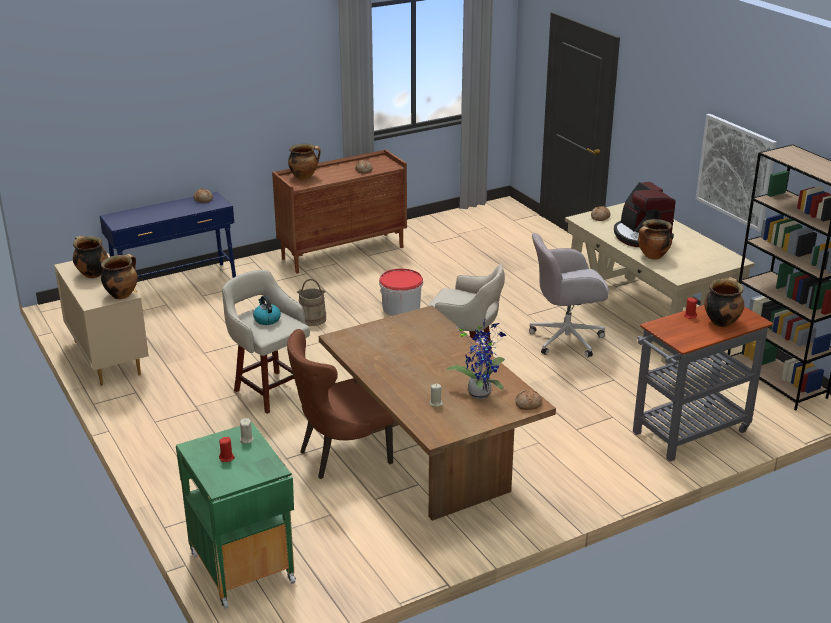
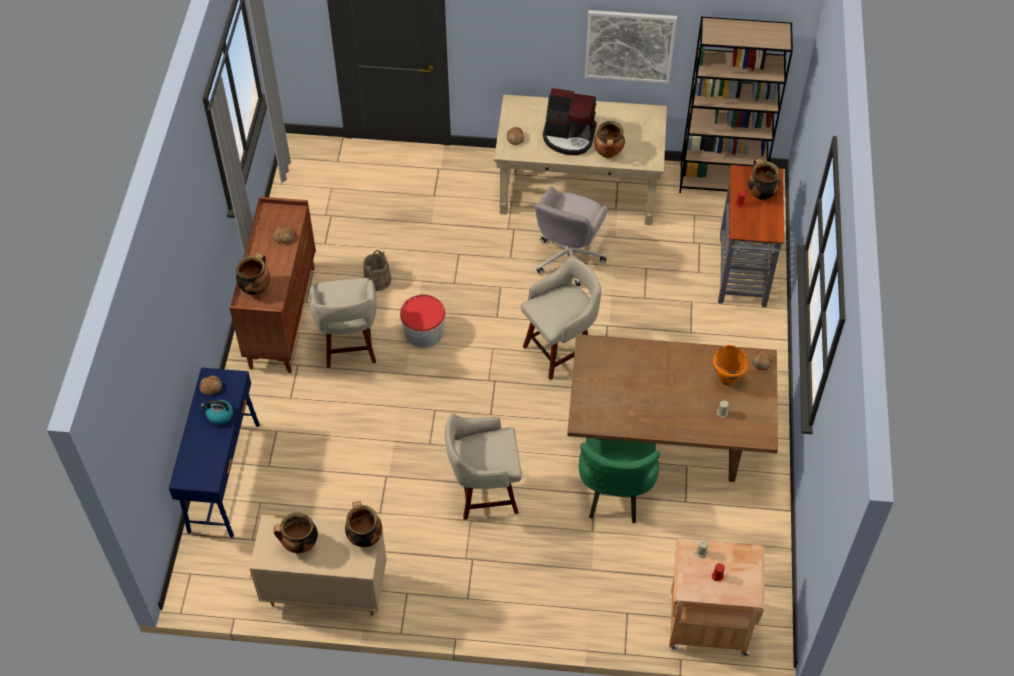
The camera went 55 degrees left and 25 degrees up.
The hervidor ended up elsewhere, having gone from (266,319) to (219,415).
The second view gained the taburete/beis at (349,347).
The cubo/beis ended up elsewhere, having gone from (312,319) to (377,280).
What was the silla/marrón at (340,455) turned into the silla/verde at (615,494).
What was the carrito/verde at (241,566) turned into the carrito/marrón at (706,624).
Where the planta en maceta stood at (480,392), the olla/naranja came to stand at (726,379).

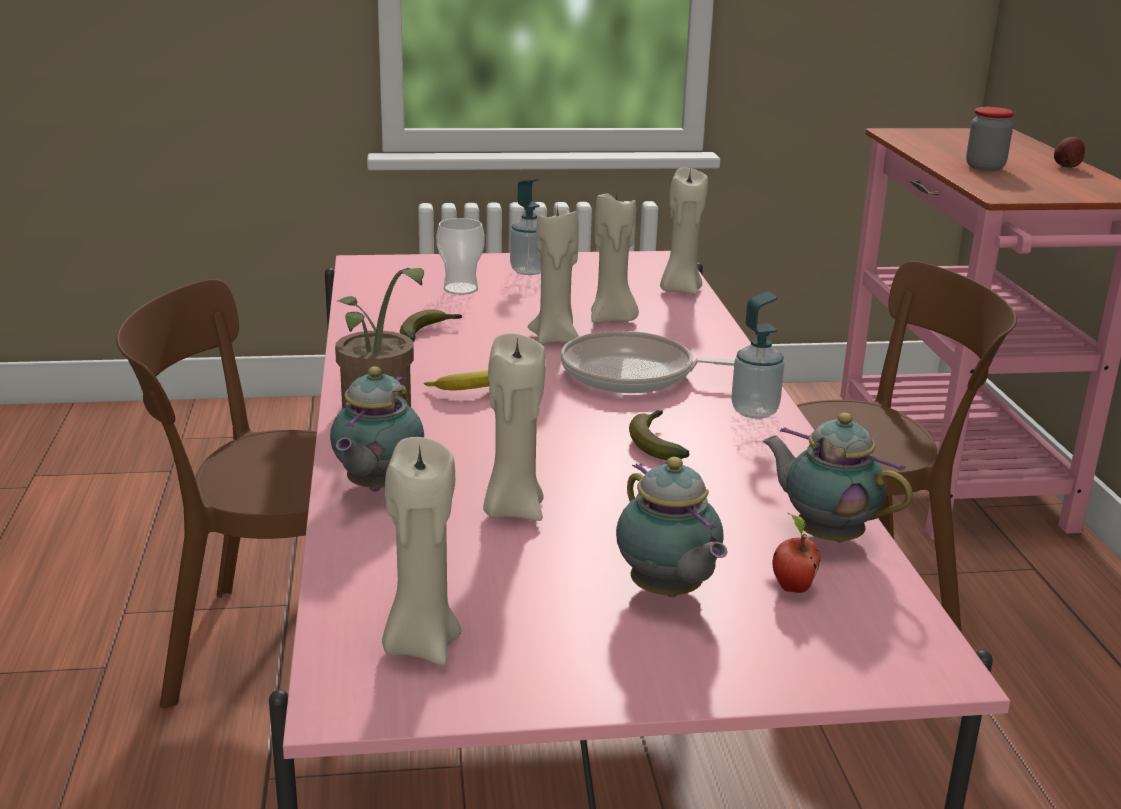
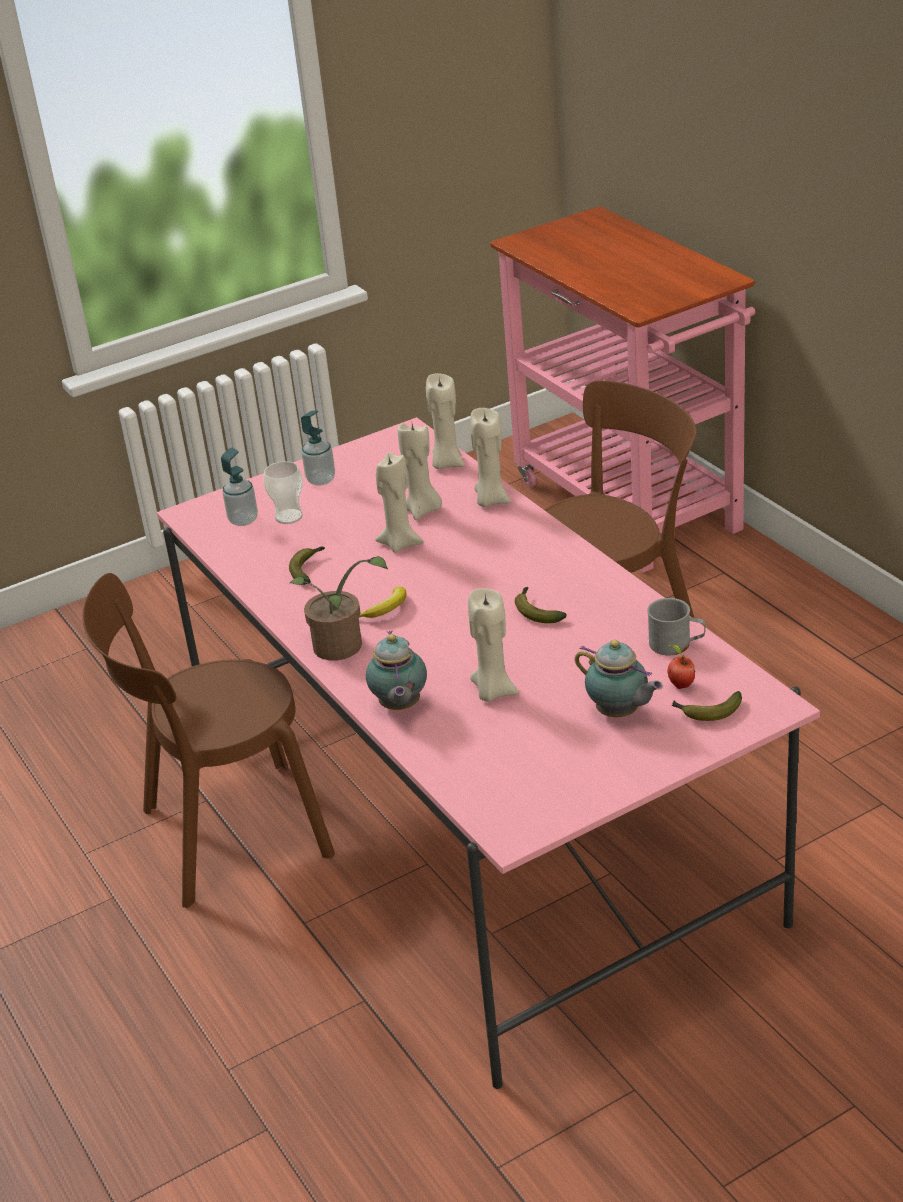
The camera went 20 degrees left and 10 degrees up.
The dispensador de jabón ended up elsewhere, having gone from (754,411) to (243,520).
The vela/beis ended up elsewhere, having gone from (420,644) to (491,500).
Where the tetera stood at (825,535), the taza grande/gris came to stand at (676,644).
The second view gained the plátano at (707,712).
The second view lost the sartén at (636,374).
The second view lost the tarro at (985,167).
The second view lost the manzana at (1066,167).

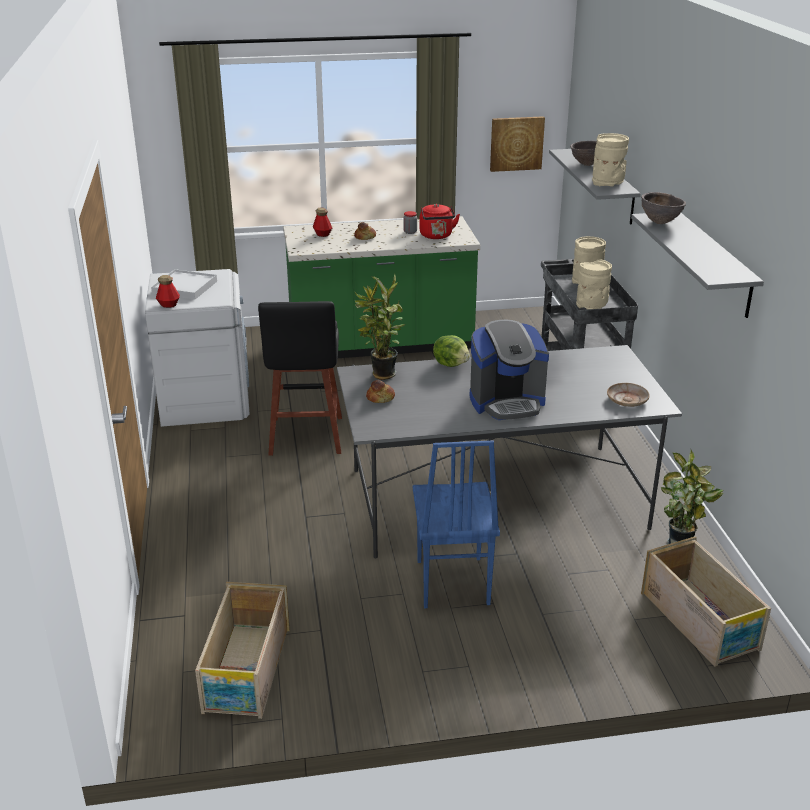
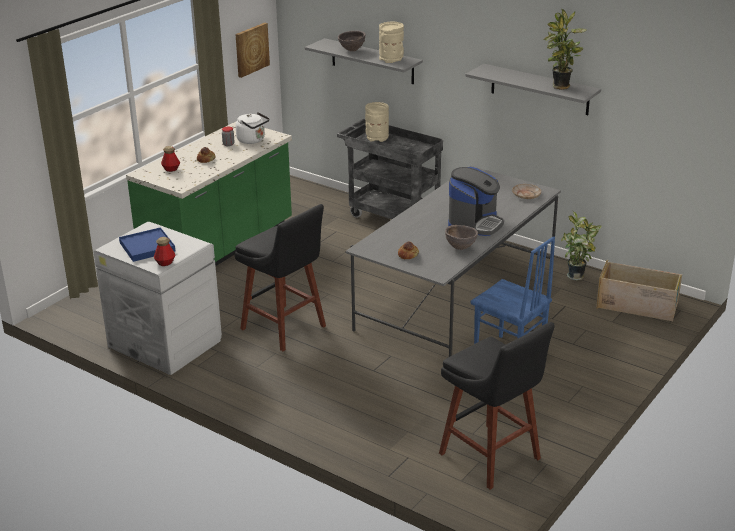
The camera went 45 degrees left and 0 degrees up.
What was the bandeja/blanco at (185,287) turned into the bandeja/azul at (147,247).
What was the hervidor/rojo at (436,236) turned into the hervidor/blanco at (252,140).
Where the caja de embalaje stood at (246,670), the taburete/negro came to stand at (491,457).
The cuenco/marrón ended up elsewhere, having gone from (660,223) to (460,248).
The planta en maceta ended up elsewhere, having gone from (381,375) to (560,87).
The second view lost the lechuga at (451,364).
The second view lost the florero/beis at (591,306).

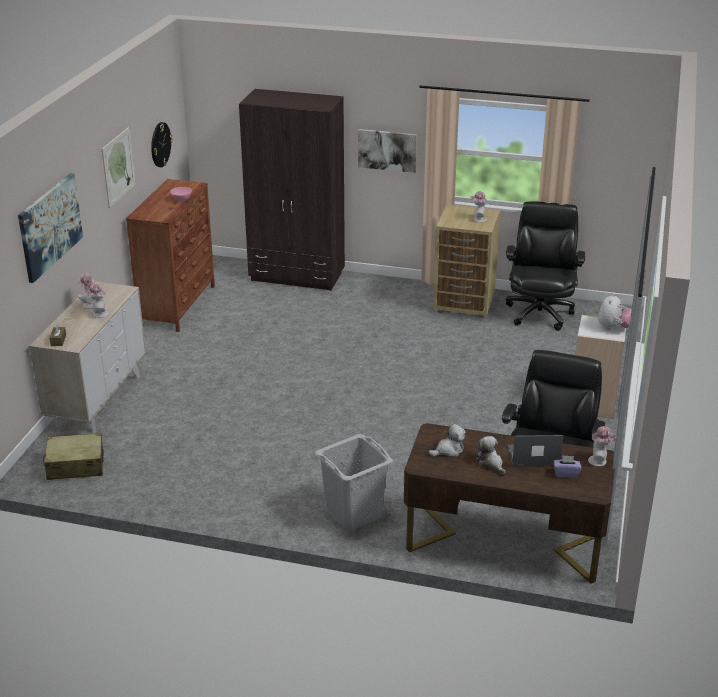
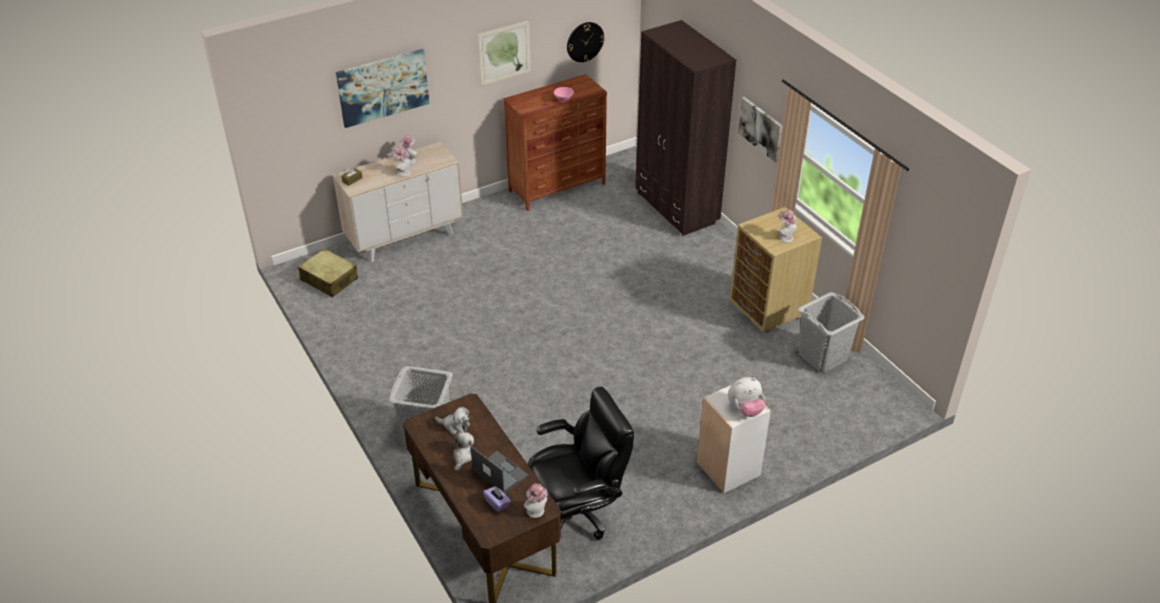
The camera went 45 degrees right and 10 degrees up.
Where the silla de oficina/negro stood at (540,312), the cesto de la ropa/gris came to stand at (823,357).

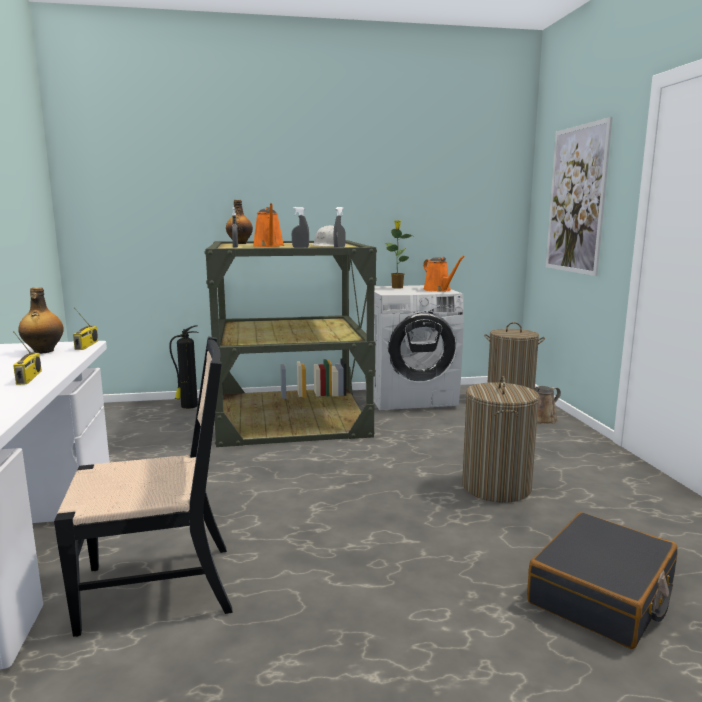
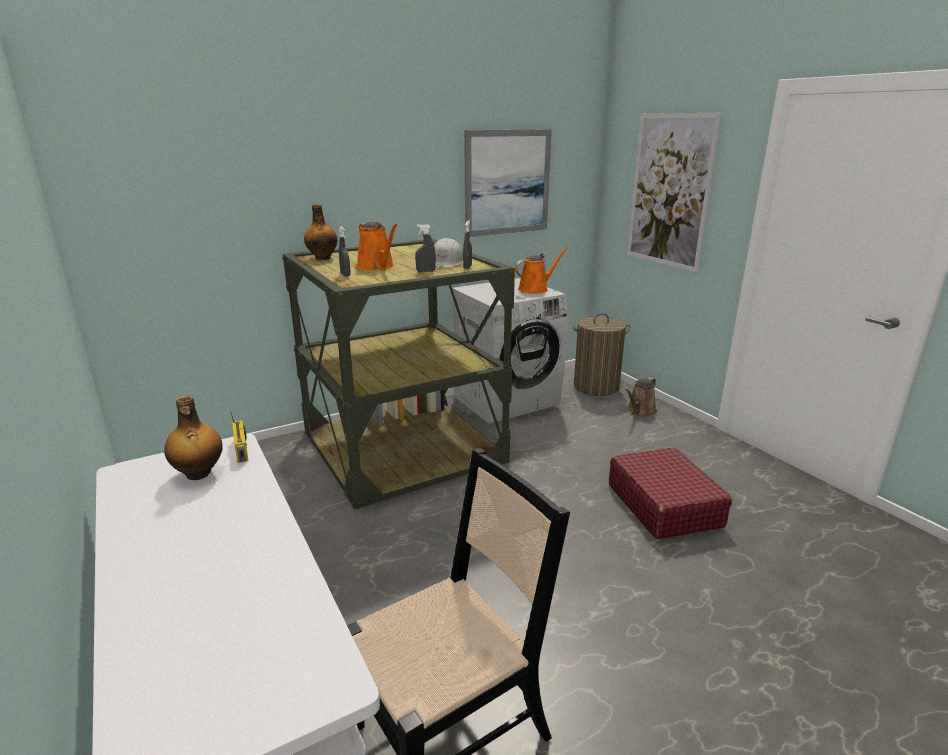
The camera went 20 degrees left and 10 degrees up.
The second view gained the cuadro at (507,182).
The regadera/naranja at (439,290) ended up facing another way, 75 degrees counterclockwise from before.
Where the cesto de la ropa stood at (496,487), the maleta/rojo came to stand at (663,505).
The second view lost the radio at (29,378).
The second view lost the extintor at (188,406).
The second view lost the planta en maceta at (397,287).
The second view lost the maleta/negro at (602,594).

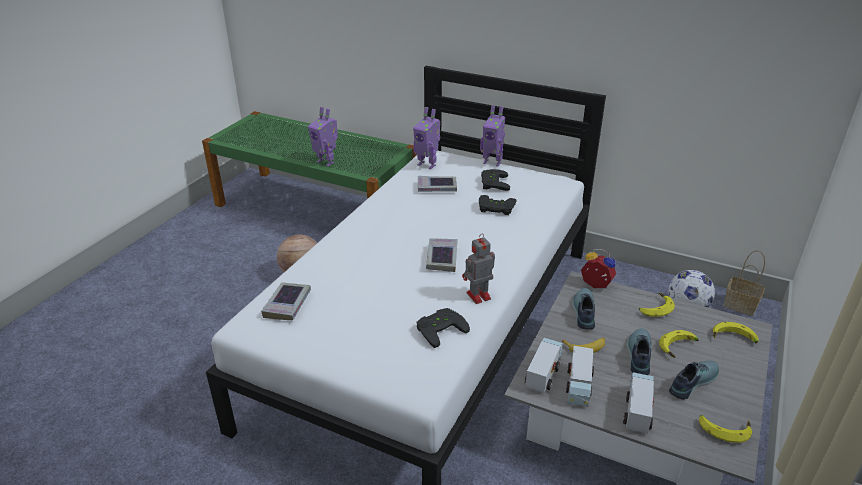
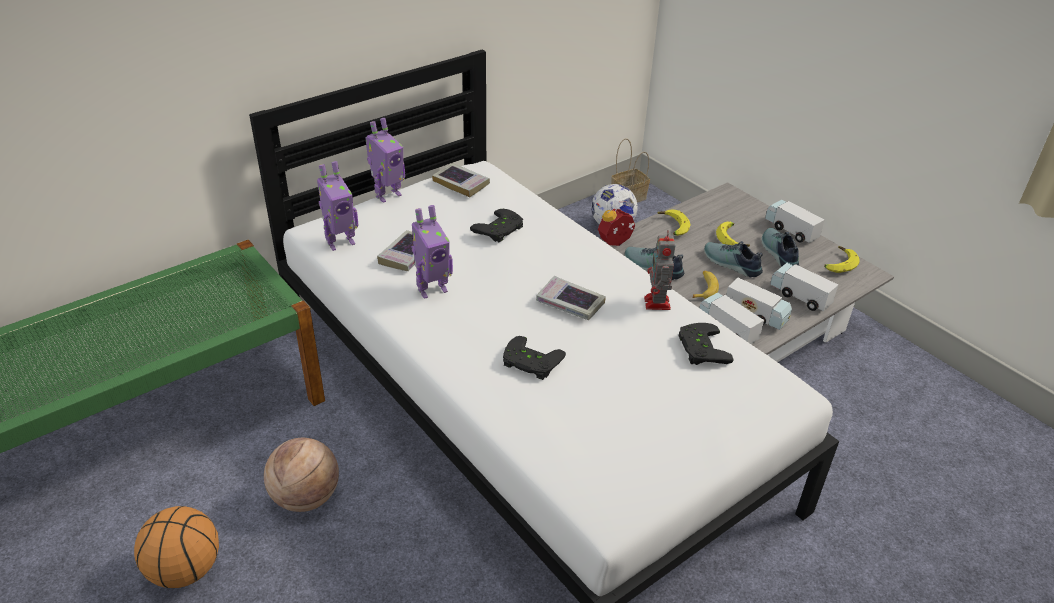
The camera went 65 degrees left and 5 degrees up.
The second view gained the balón de baloncesto at (185,569).
The robot de juguete ended up elsewhere, having gone from (326,162) to (432,289).
The libro ended up elsewhere, having gone from (287,304) to (461,183).
The mando de consola/negro ended up elsewhere, having gone from (492,183) to (530,363).
The second view gained the camión de juguete at (791,230).
The second view lost the plátano at (733,339).

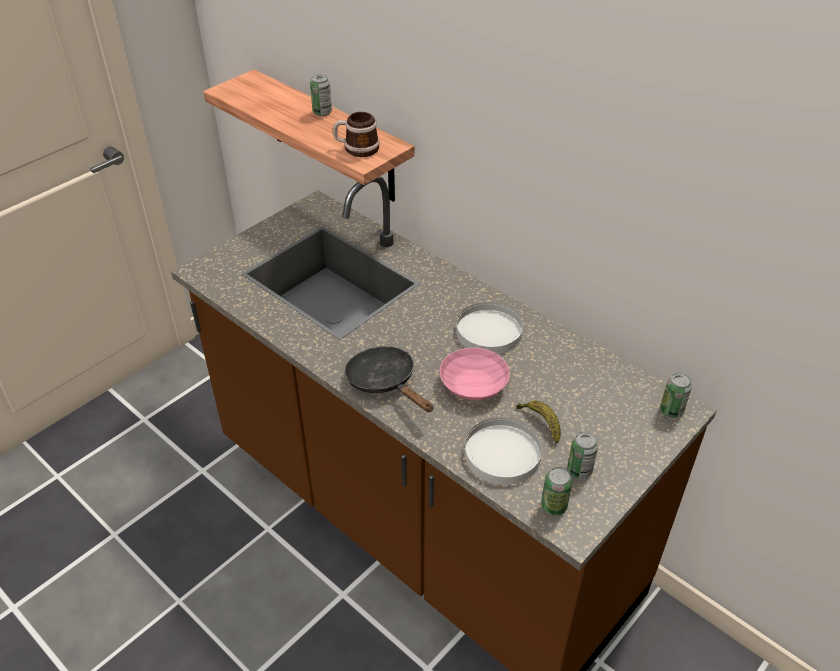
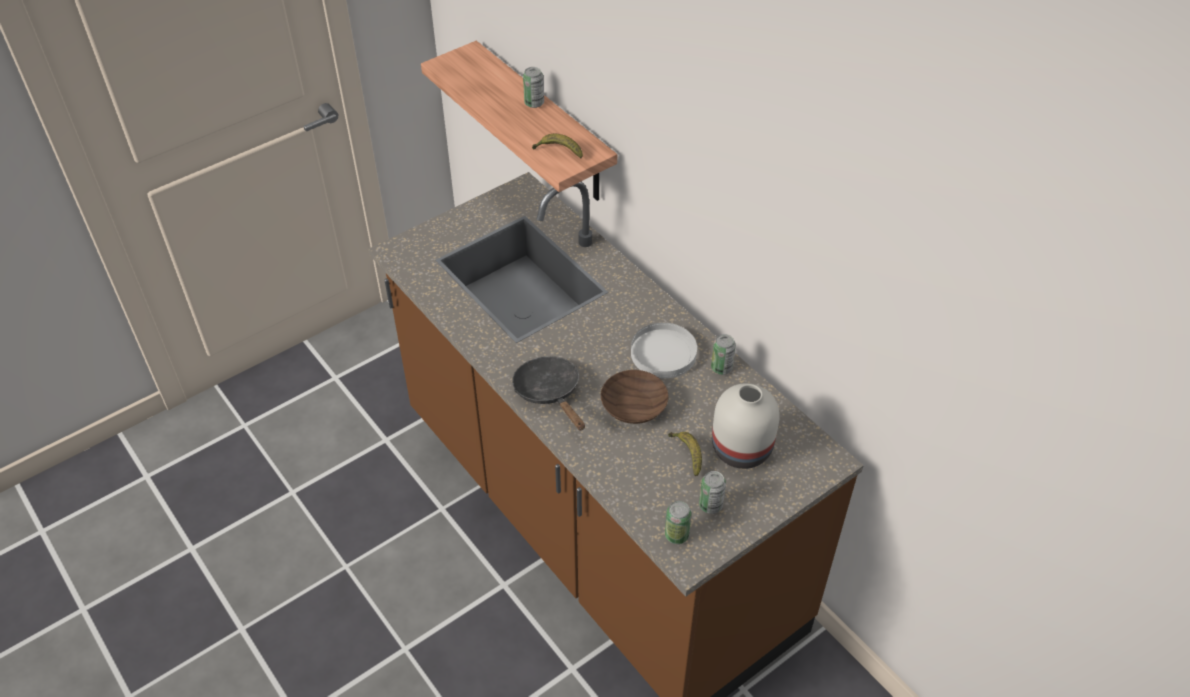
The camera went 10 degrees right and 5 degrees up.
Where the taza grande stood at (356,148), the plátano came to stand at (558,151).
What was the cuenco/rosa at (472,384) turned into the cuenco/marrón at (632,406).
The lata ended up elsewhere, having gone from (671,410) to (721,368).
The second view gained the florero/blanco at (739,448).
The second view lost the plato/blanco at (502,454).

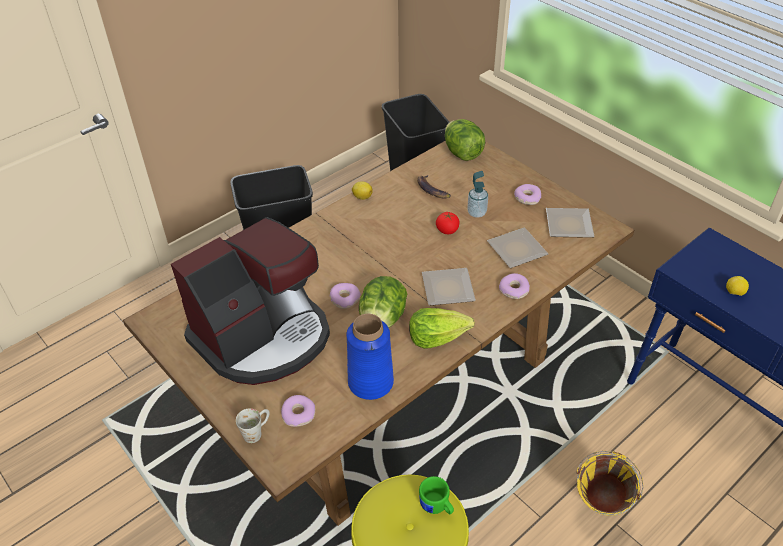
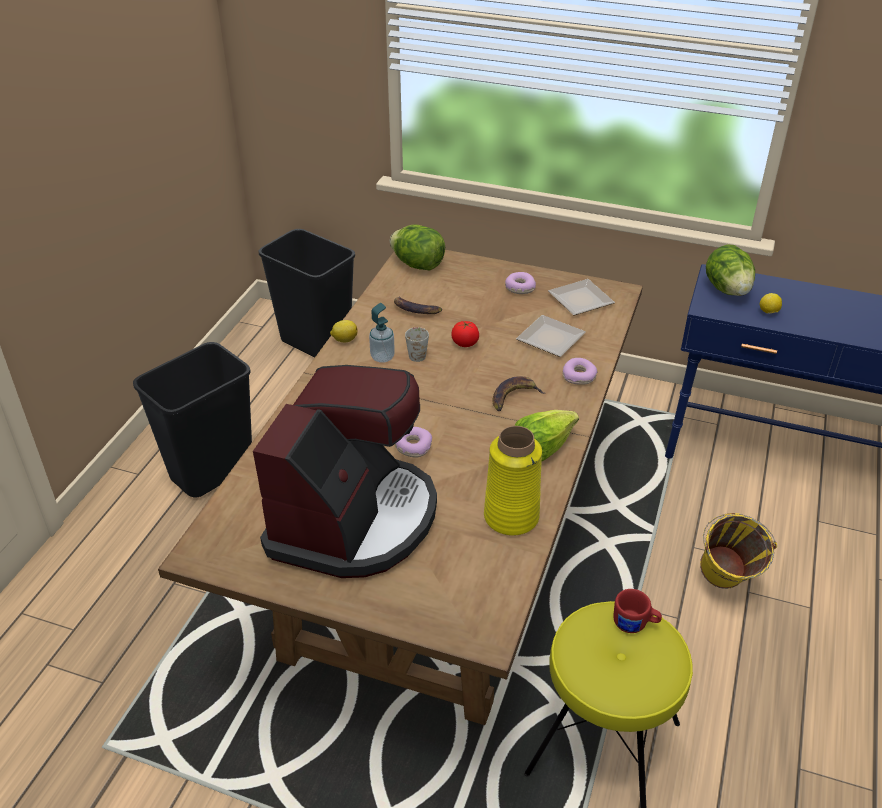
The camera went 30 degrees left and 5 degrees down.
The dispensador de jabón ended up elsewhere, having gone from (476,213) to (382,357).
The taza grande/blanco ended up elsewhere, having gone from (257,431) to (418,353).
What was the florero/azul at (371,382) turned into the florero/amarillo at (511,516).
Where the plato stood at (449,287), the plátano came to stand at (514,396).
What was the taza grande/verde at (436,507) turned into the taza grande/rojo at (635,624).
The lechuga ended up elsewhere, having gone from (382,319) to (727,290).
The second view lost the rosquilla at (299,414).

